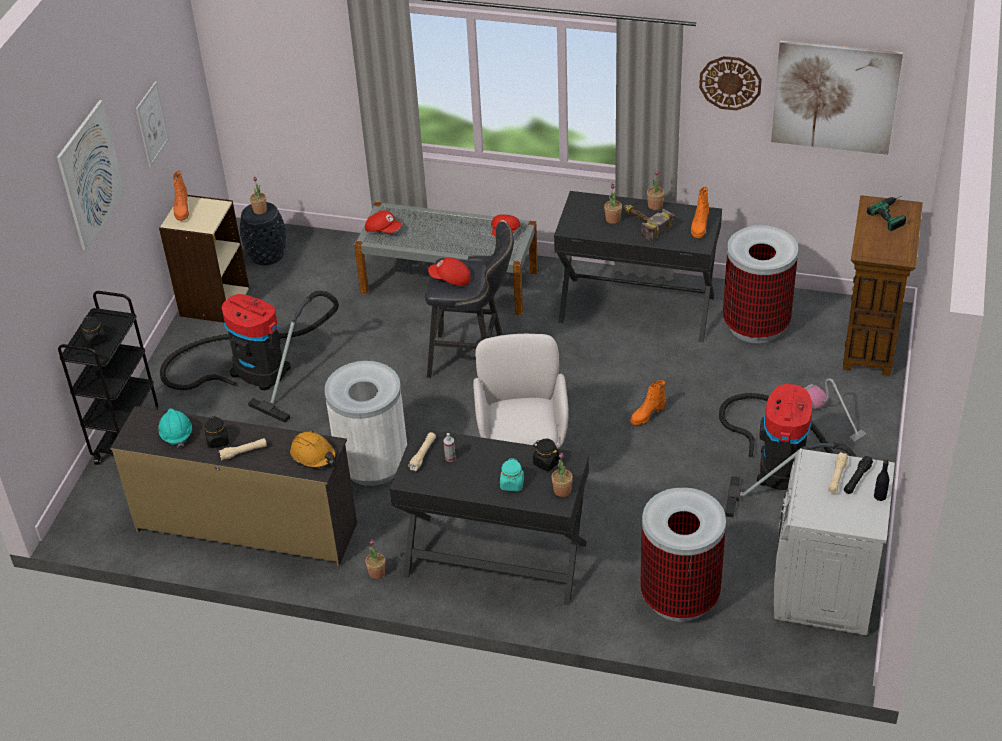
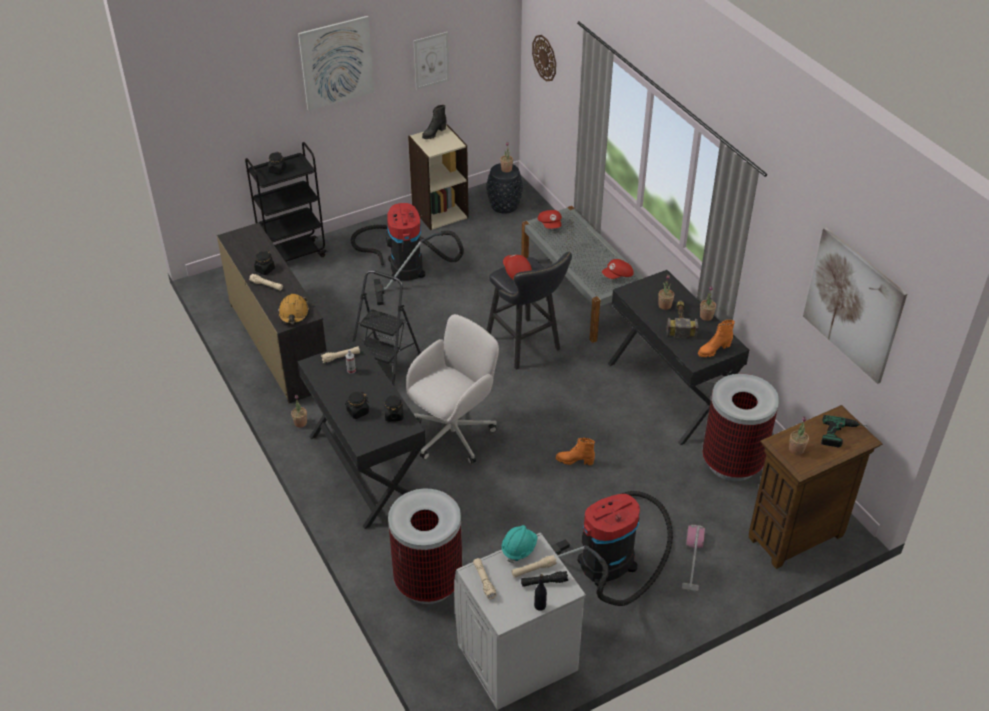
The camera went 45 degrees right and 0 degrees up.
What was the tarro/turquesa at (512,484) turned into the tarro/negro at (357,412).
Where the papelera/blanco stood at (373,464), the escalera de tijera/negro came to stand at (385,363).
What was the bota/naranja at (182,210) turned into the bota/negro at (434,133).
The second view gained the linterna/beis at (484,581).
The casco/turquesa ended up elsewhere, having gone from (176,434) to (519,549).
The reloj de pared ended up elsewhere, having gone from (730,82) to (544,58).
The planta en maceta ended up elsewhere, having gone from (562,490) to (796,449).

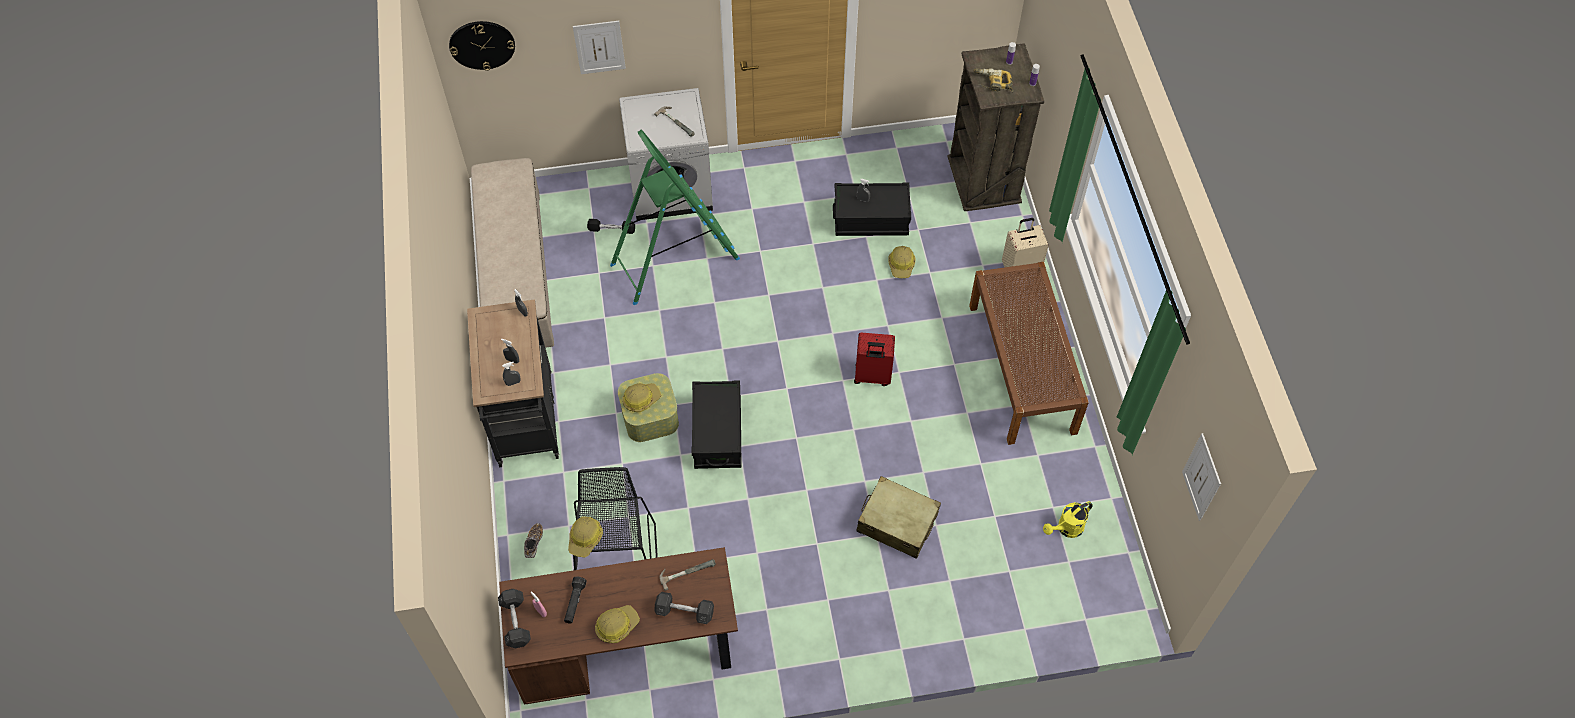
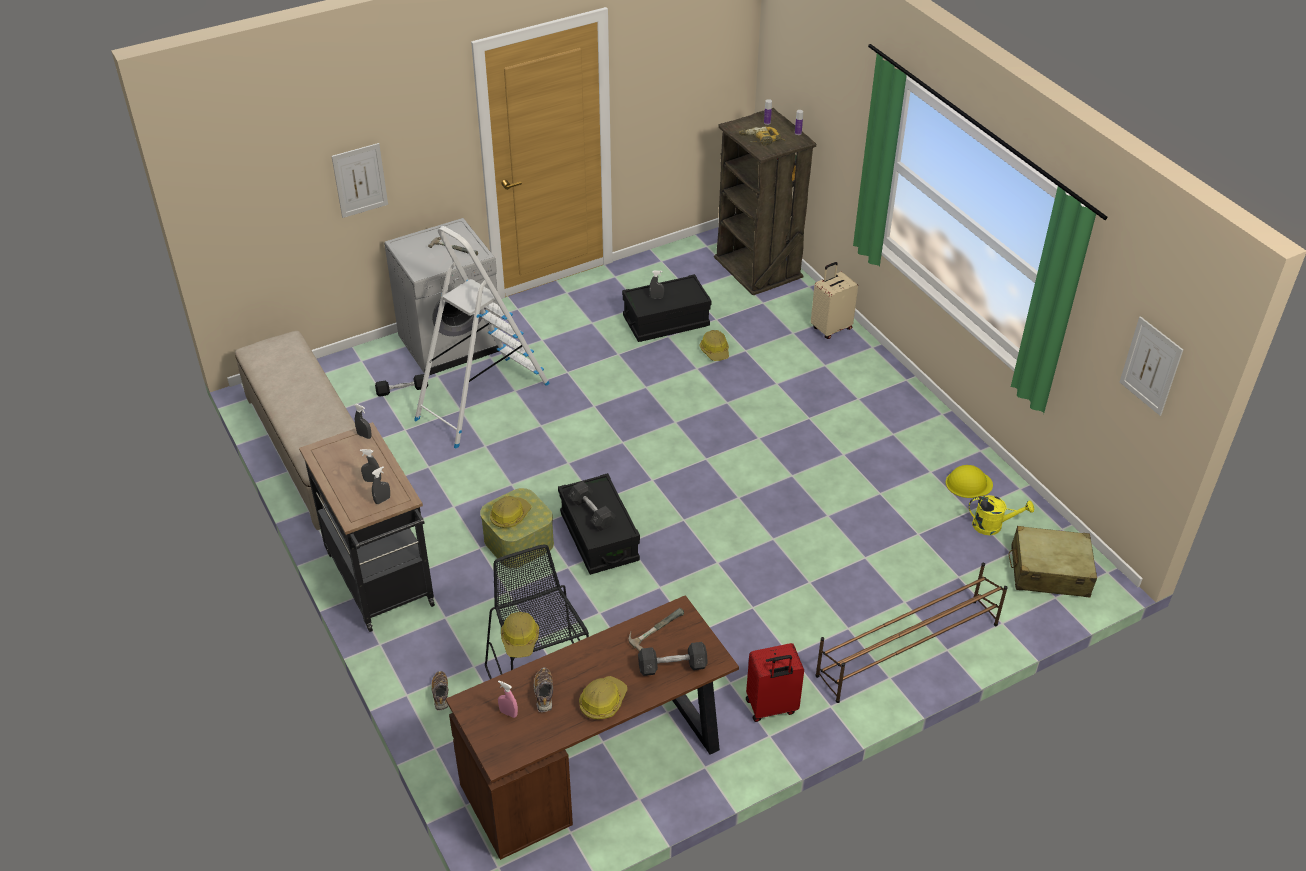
The camera went 20 degrees left and 15 degrees down.
What was the escalera de tijera/verde at (675,261) turned into the escalera de tijera/blanco at (483,401).
Where the linterna/negro stood at (575,603), the zapato came to stand at (544,693).
The mancuerna/gris ended up elsewhere, having gone from (515,622) to (592,513).
The maleta/rojo ended up elsewhere, having gone from (872,376) to (771,707).
The second view gained the zapatero/marrón at (906,650).
The second view gained the casco/amarillo at (968,483).
The regadera/amarillo at (1066,529) ended up facing another way, 120 degrees counterclockwise from before.
The maleta/beis ended up elsewhere, having gone from (897,523) to (1049,571).
The second view lost the reloj de pared at (482,44).
The second view lost the banco/marrón at (1022,368).

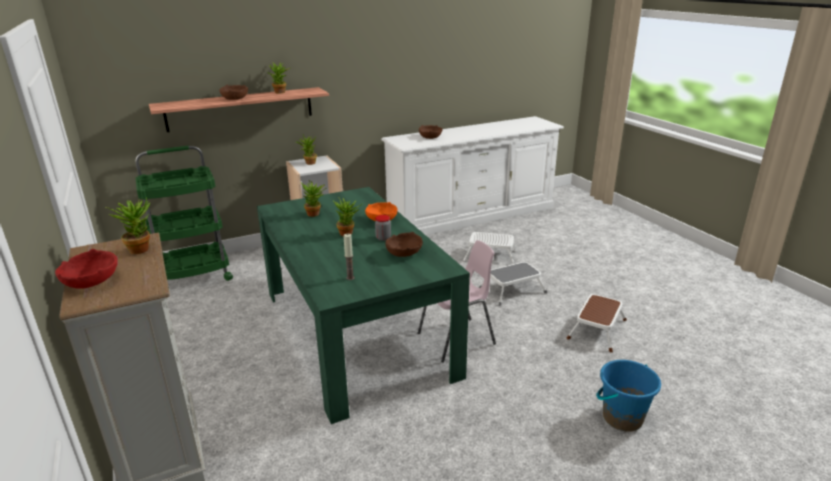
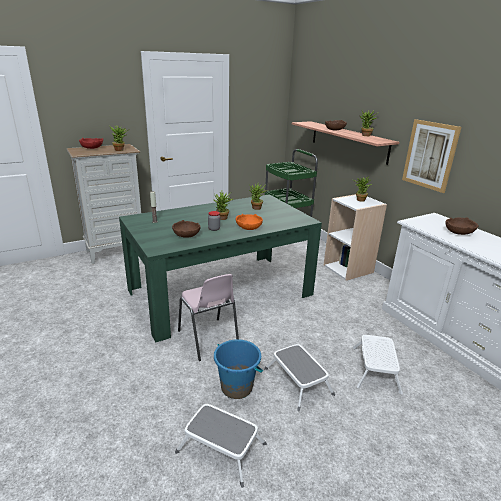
The camera went 85 degrees right and 0 degrees up.
What was the escalera de tijera/marrón at (596,329) turned into the escalera de tijera/gris at (221,447).
The cubo/azul ended up elsewhere, having gone from (622,418) to (237,387).
The second view gained the cuadro at (430,155).

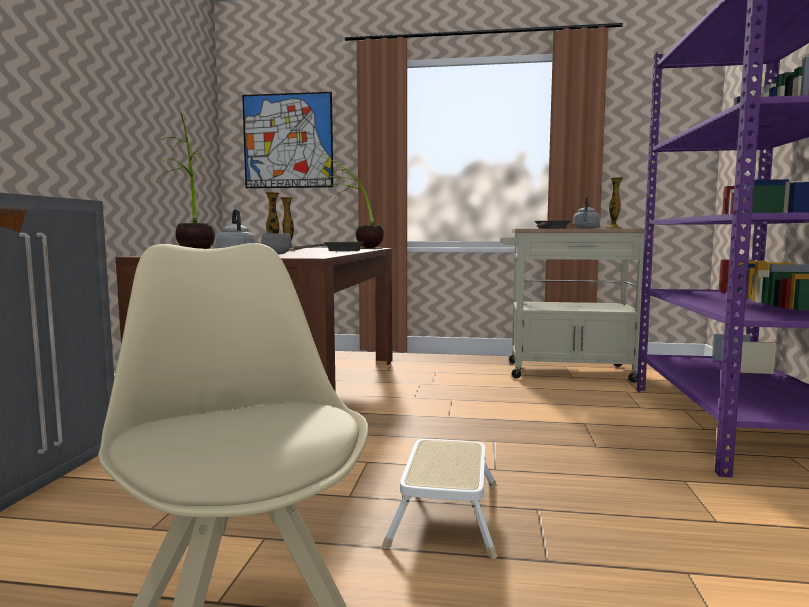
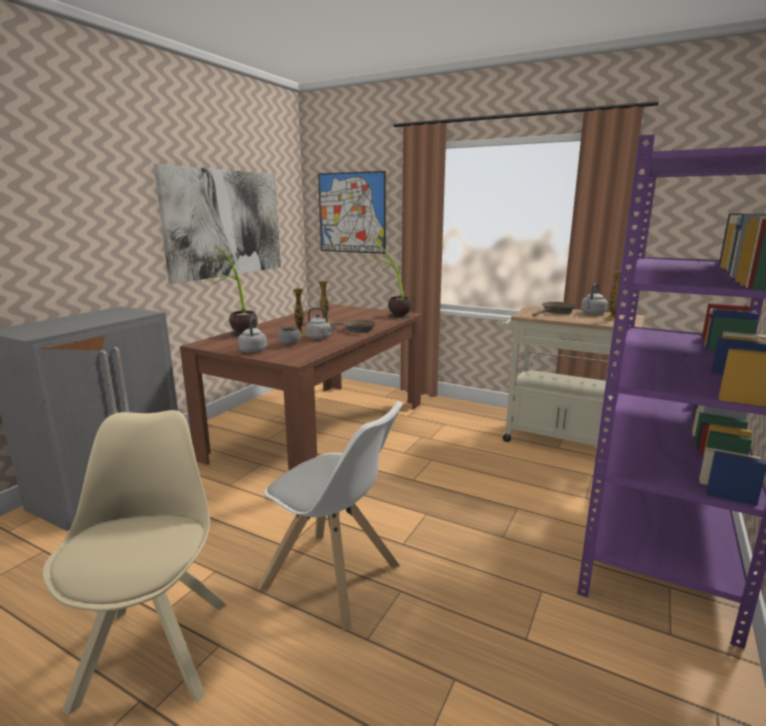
The camera went 20 degrees right and 10 degrees up.
The second view gained the cuadro at (225,223).
Where the escalera de tijera/beis stood at (444,513), the silla came to stand at (334,578).
The second view gained the hervidor/gris at (320,337).

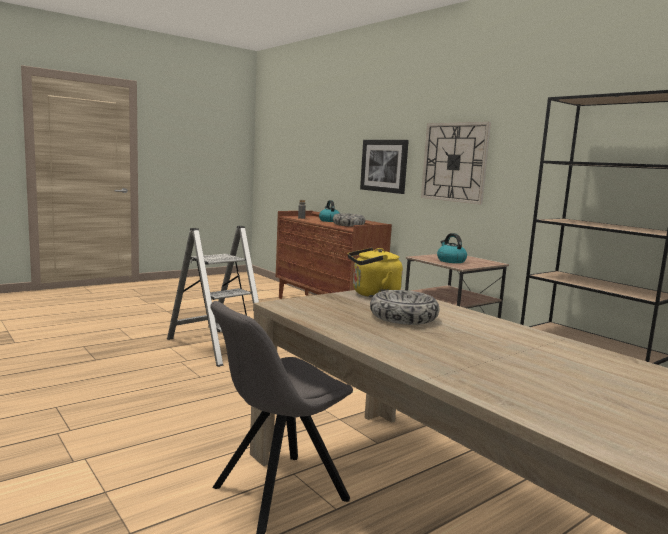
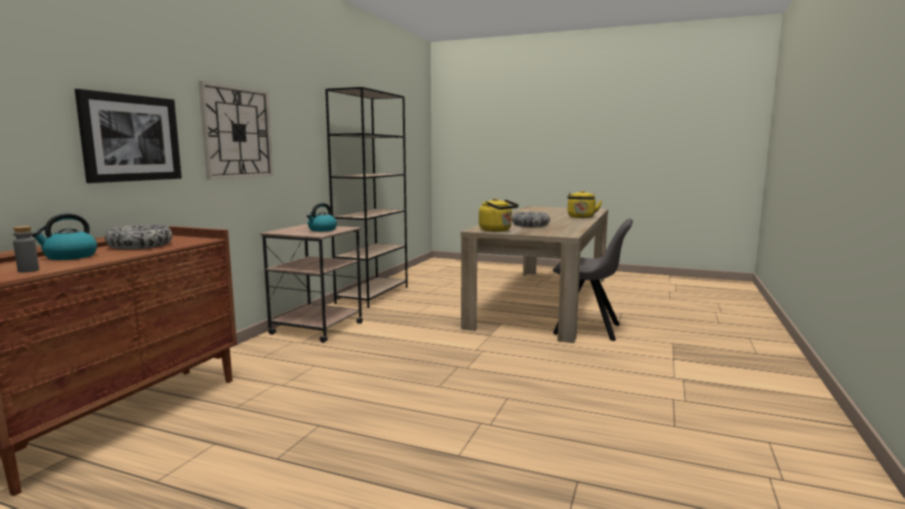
The camera went 120 degrees left and 0 degrees up.
The second view gained the hervidor/amarillo at (581,217).
The second view lost the escalera de tijera/gris at (216,345).

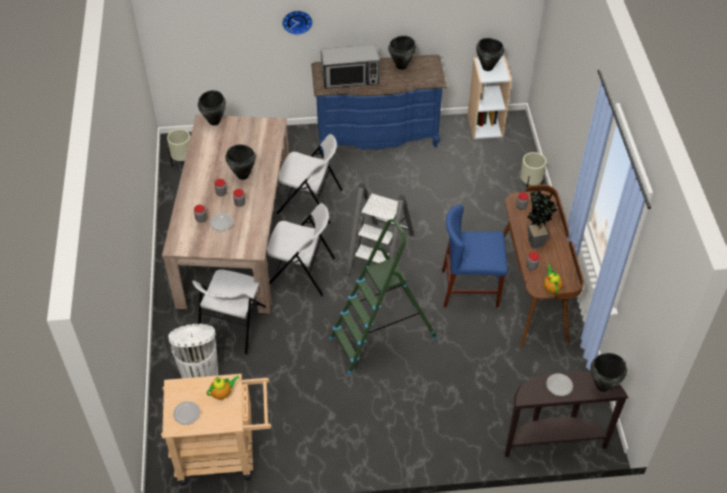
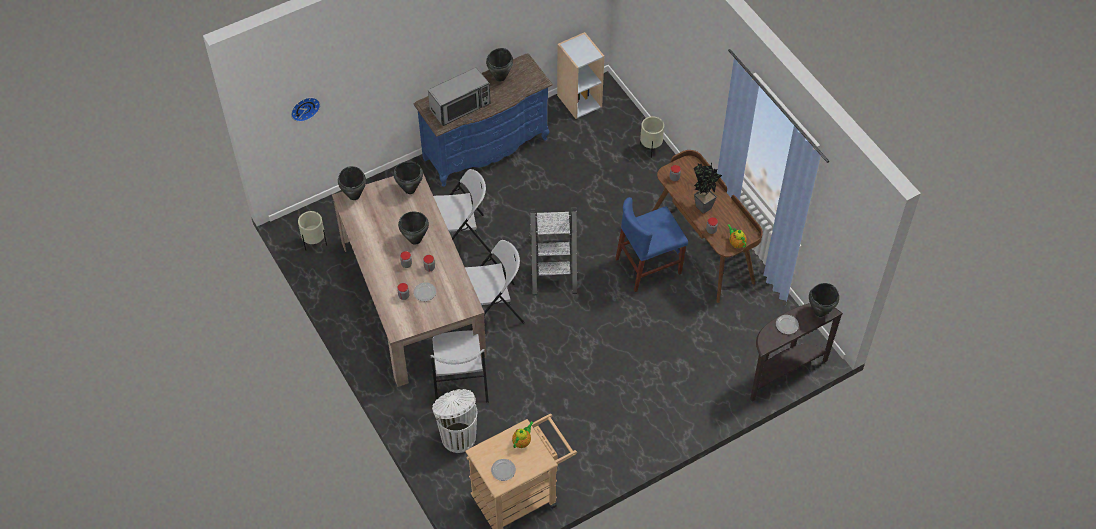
The camera went 25 degrees left and 5 degrees up.
The reloj de pared ended up elsewhere, having gone from (297,21) to (304,107).
The olla/negro ended up elsewhere, having gone from (487,67) to (409,189).
The second view lost the escalera de tijera/verde at (382,338).

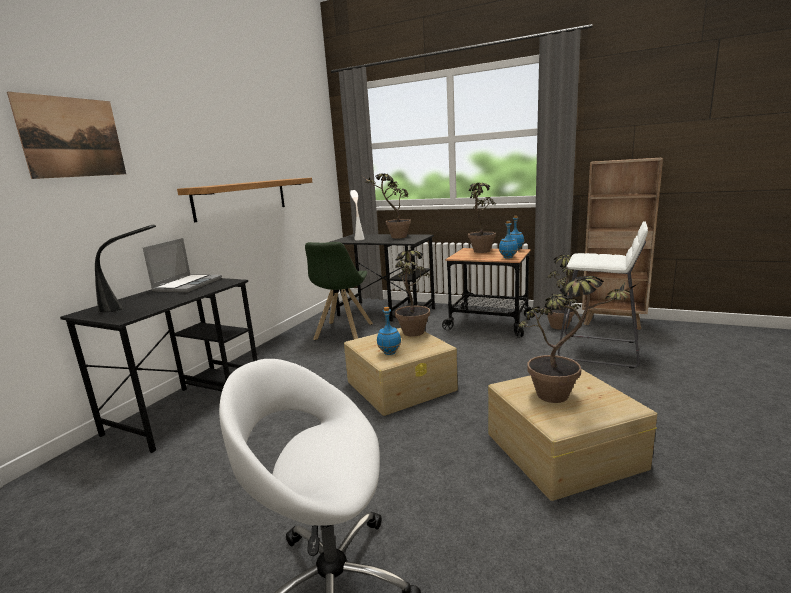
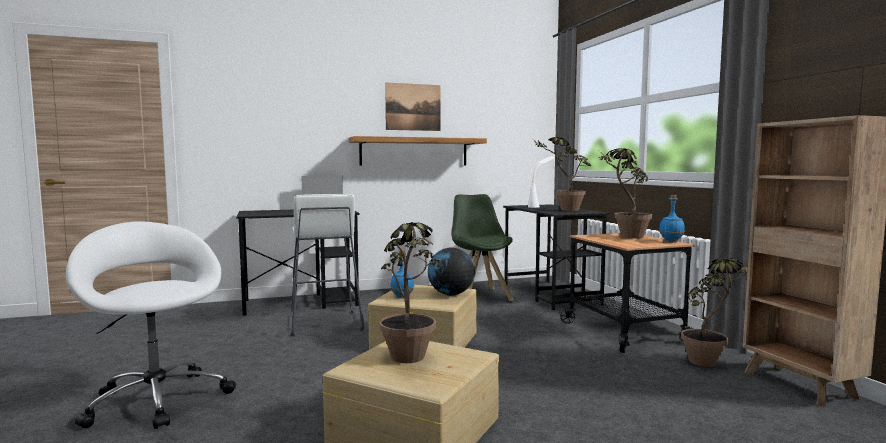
The camera went 45 degrees right and 10 degrees down.
The taburete/blanco ended up elsewhere, having gone from (599,351) to (324,323).
The cuadro ended up elsewhere, having gone from (72,137) to (413,107).
Where the planta en maceta stood at (413,335), the globo terráqueo came to stand at (451,294).
The silla/verde at (343,331) ended up facing another way, 105 degrees clockwise from before.
The second view lost the lámpara de mesa/negro at (136,308).
The second view lost the botella/azul at (508,258).

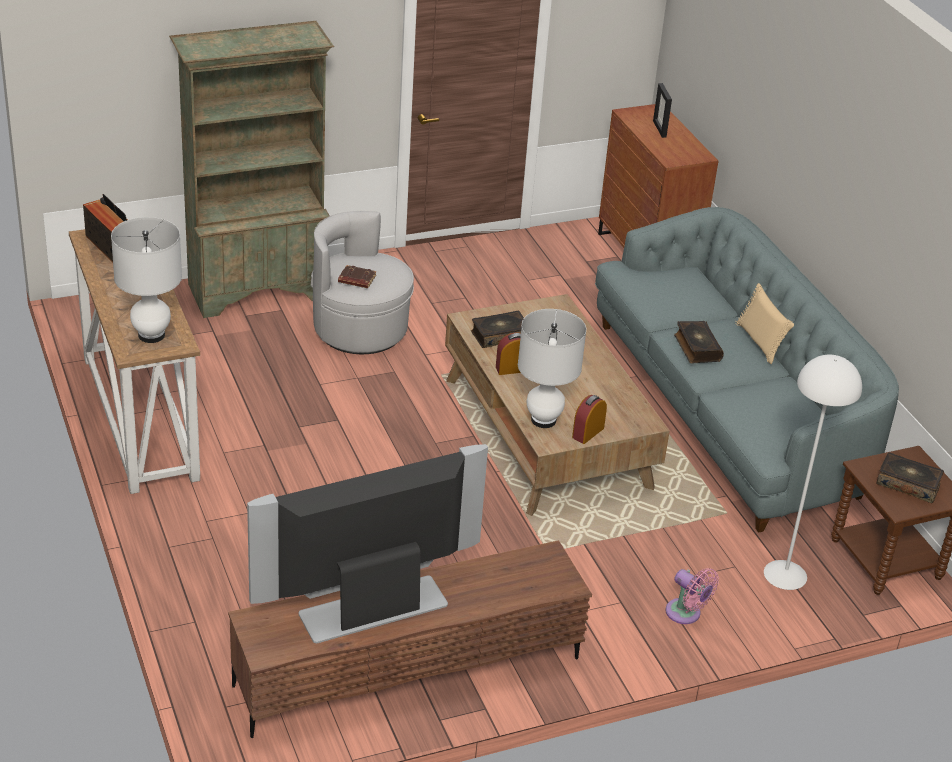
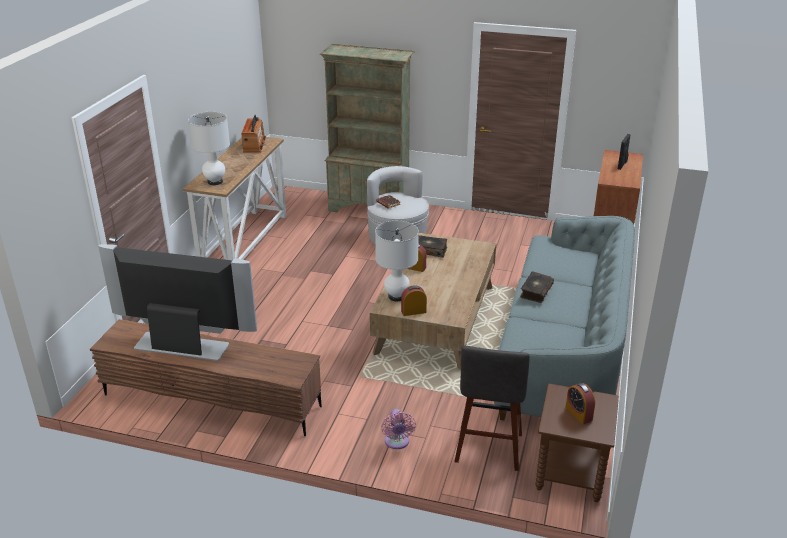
The camera went 40 degrees right and 5 degrees down.
Where the lámpara de pie/blanco stood at (785,575), the taburete/gris came to stand at (487,450).
Where the libro stood at (908,484), the despertador came to stand at (578,414).
The second view lost the cojín/beis at (760,342).

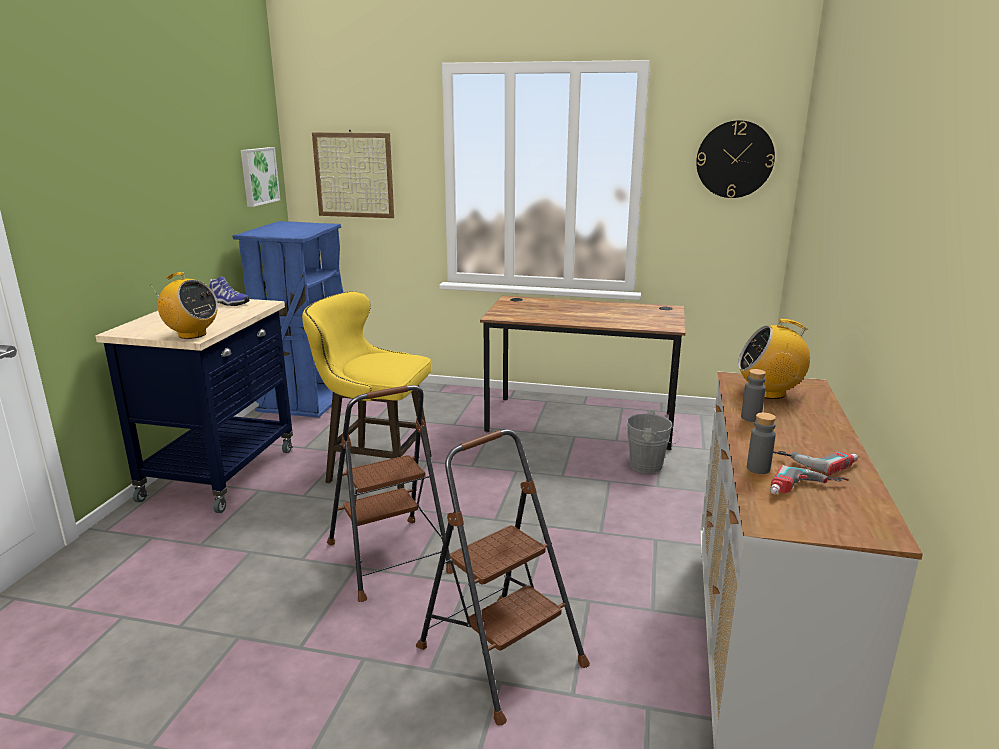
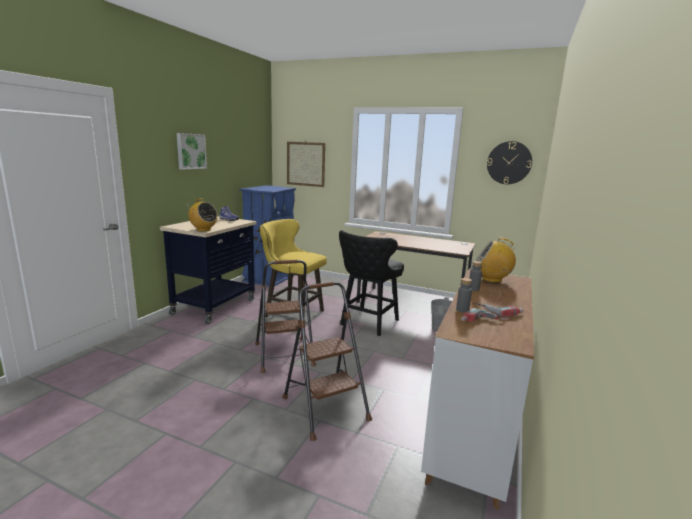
The camera went 10 degrees right and 5 degrees down.
The cuadro ended up elsewhere, having gone from (258,176) to (190,151).
The second view gained the taburete/negro at (368,323).

